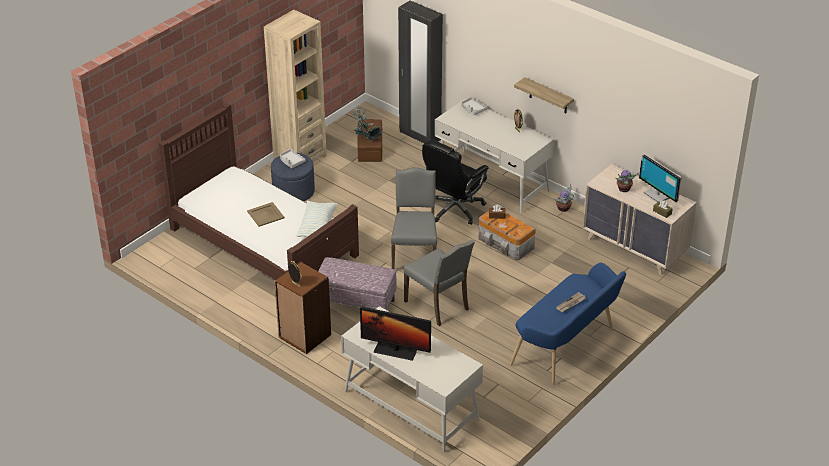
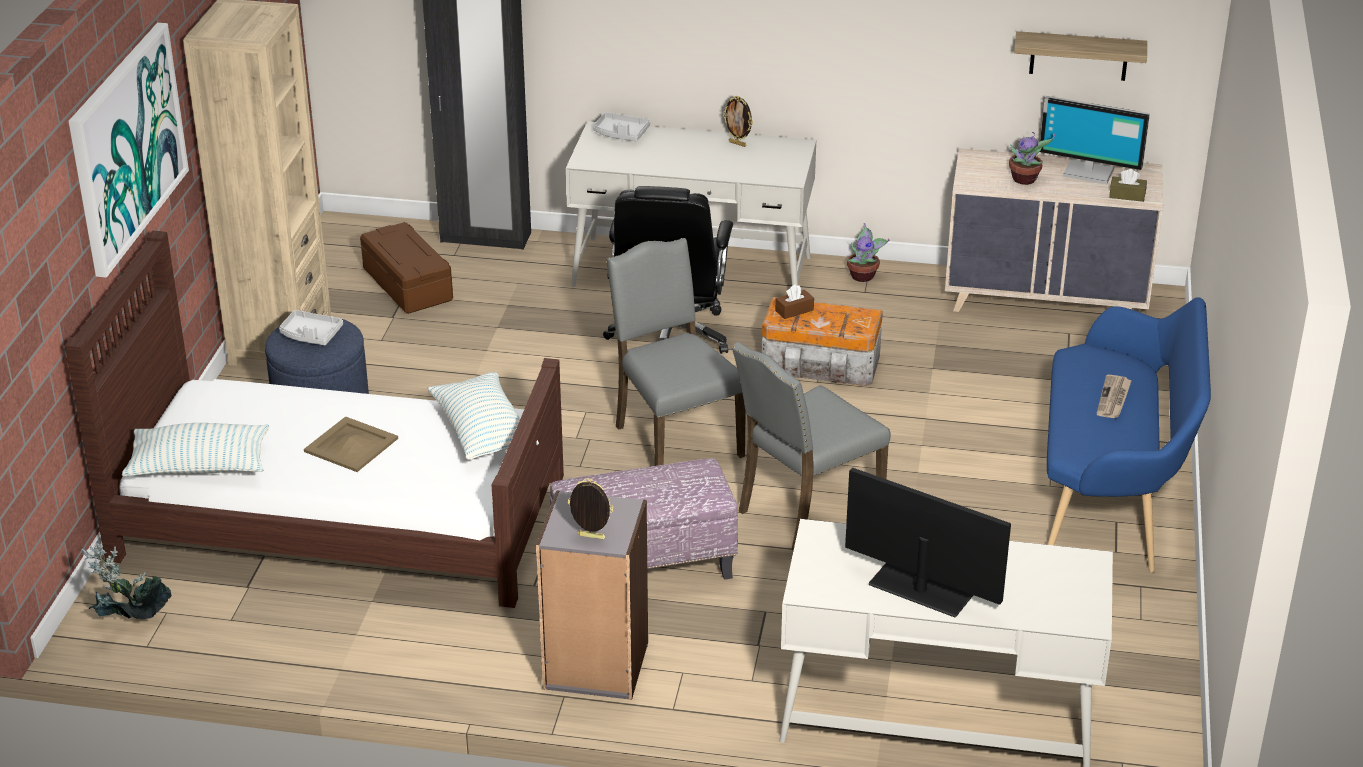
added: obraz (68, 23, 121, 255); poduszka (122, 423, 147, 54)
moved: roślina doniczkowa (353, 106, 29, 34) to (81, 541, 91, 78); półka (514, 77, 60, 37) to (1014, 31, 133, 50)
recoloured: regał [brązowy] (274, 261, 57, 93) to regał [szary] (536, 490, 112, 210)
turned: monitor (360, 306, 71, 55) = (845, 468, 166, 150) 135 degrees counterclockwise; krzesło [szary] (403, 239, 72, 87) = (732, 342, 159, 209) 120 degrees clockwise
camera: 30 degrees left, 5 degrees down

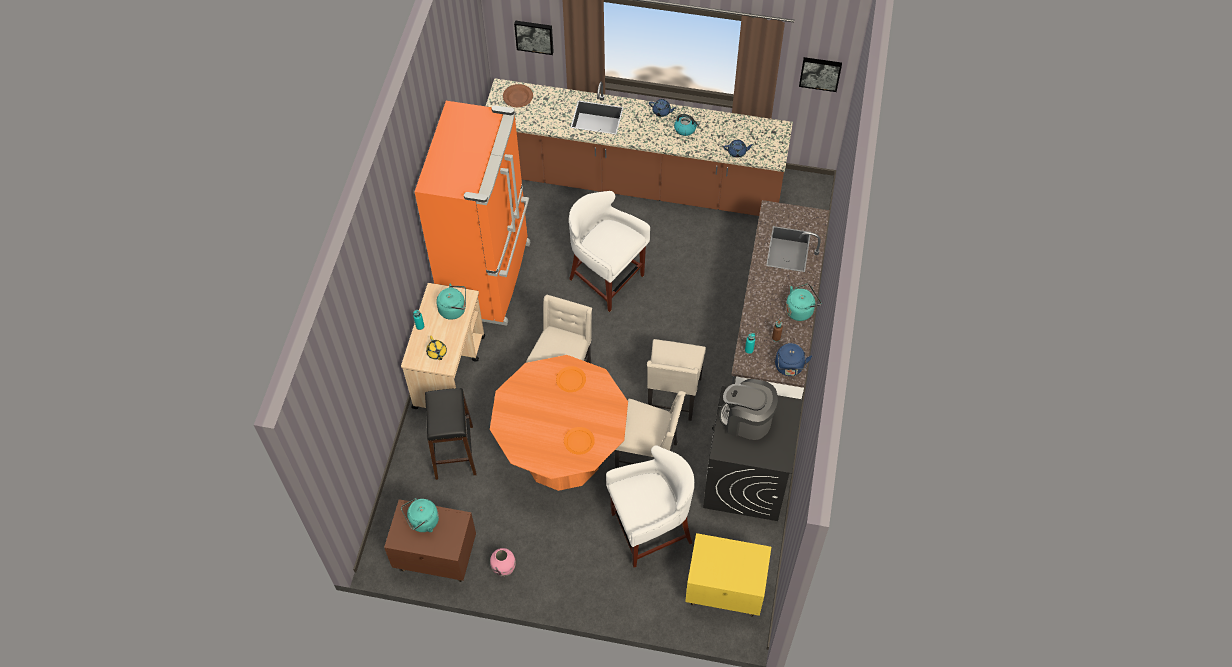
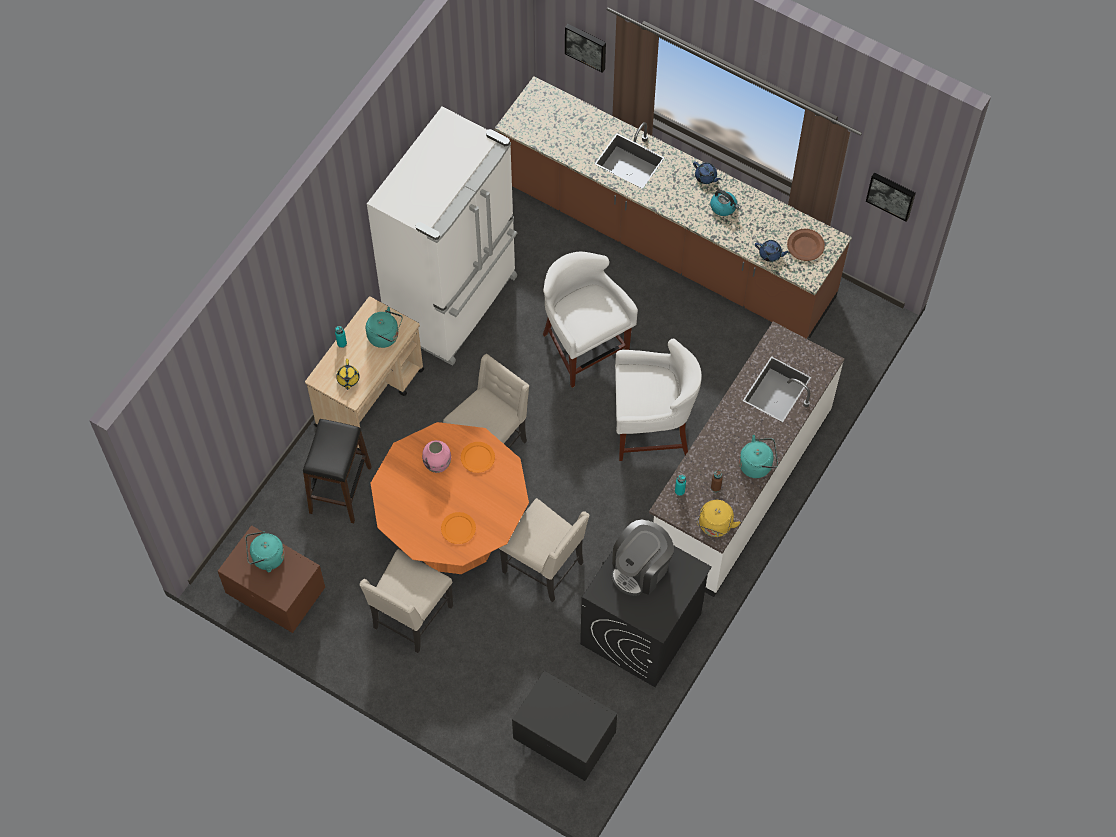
moved: wazon [różowy] (490, 548, 26, 29) to (422, 440, 29, 33); talerz [brązowy] (503, 84, 30, 23) to (787, 229, 38, 32); stołek [biały] (606, 445, 89, 123) to (615, 339, 87, 122); krzesło [beżowy] (647, 339, 59, 82) to (360, 549, 93, 104)
recoloured: lodówka [pomarańczowy] (415, 101, 115, 225) to lodówka [biały] (367, 106, 150, 260); szafka nocna [żółty] (685, 533, 86, 84) to szafka nocna [czarny] (512, 671, 105, 110); czajnik [niebieski] (775, 343, 37, 33) to czajnik [żółty] (696, 500, 45, 37)
turned: ekspres do kawy (719, 379, 59, 61) = (612, 519, 62, 77) 90 degrees counterclockwise
camera: 20 degrees right, 5 degrees up

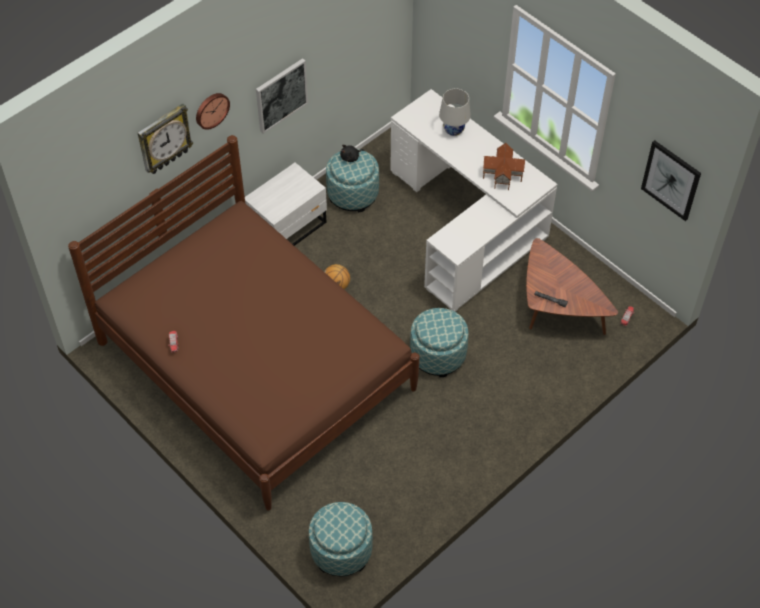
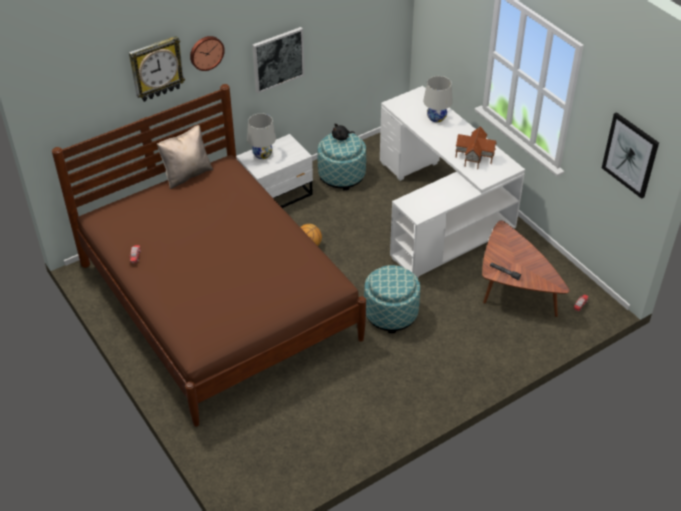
removed: pufa (309, 502, 64, 74)
added: poduszka [beżowy] (157, 125, 56, 64); lampa stołowa [biały] (247, 113, 29, 46)
camera: 10 degrees right, 10 degrees down

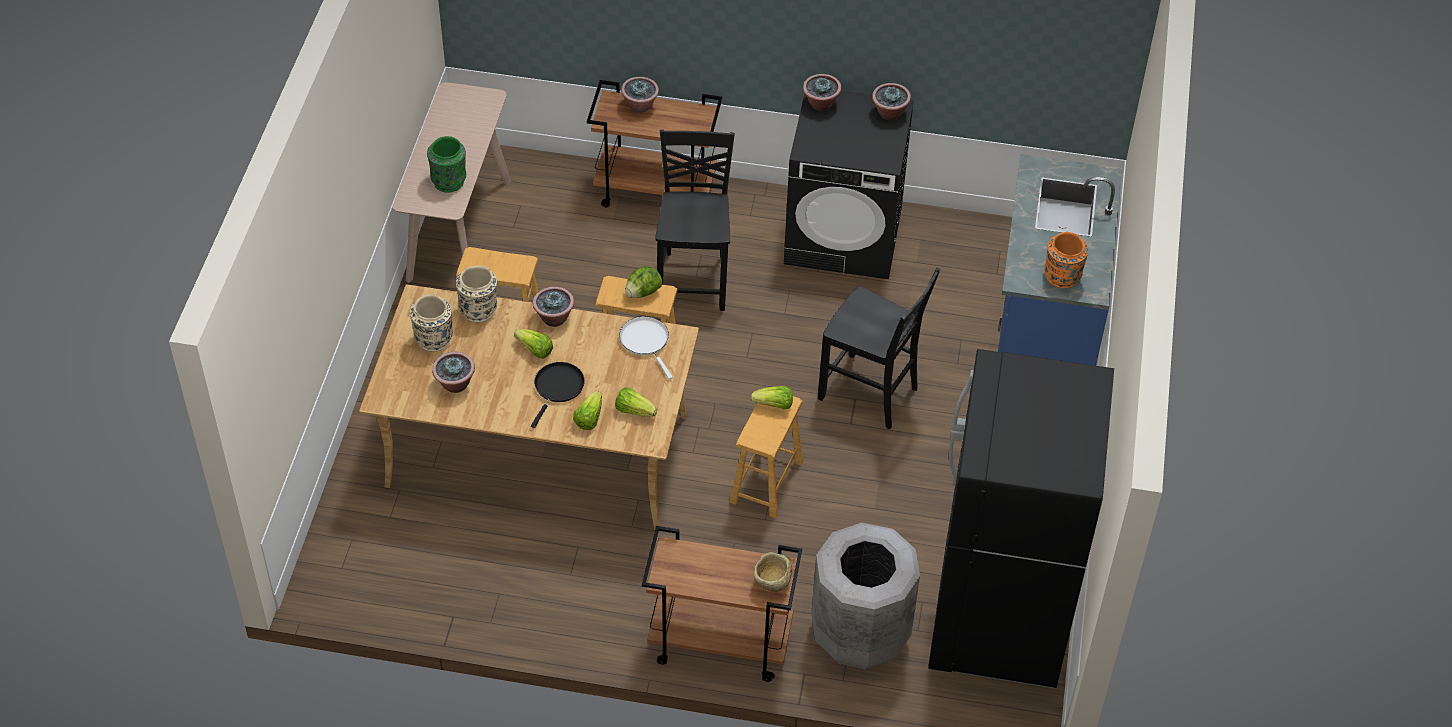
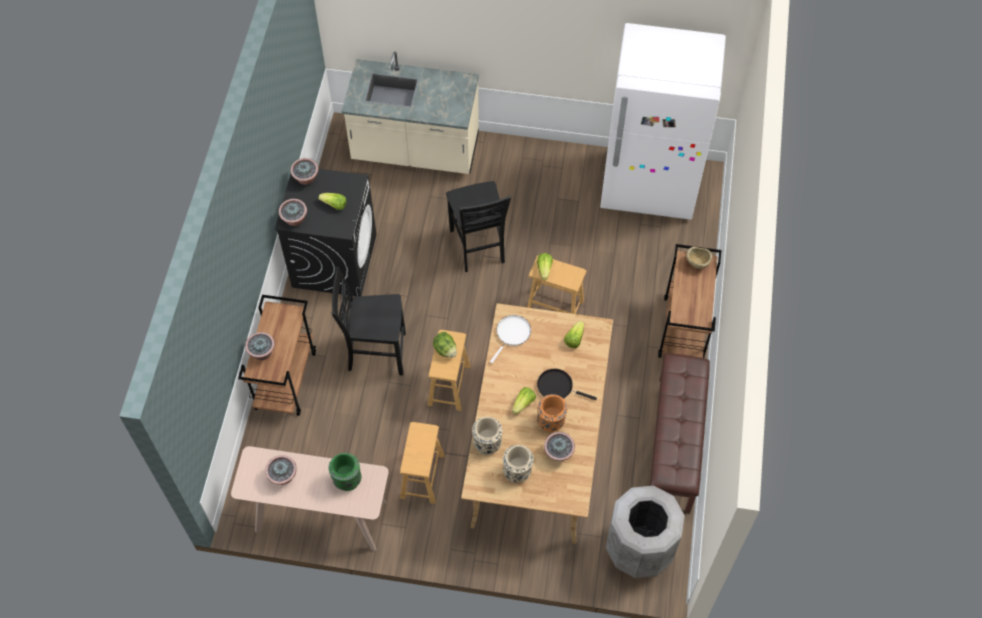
added: ławka [brązowy] (650, 354, 60, 159)
moved: roślina doniczkowa (533, 287, 41, 40) to (265, 455, 32, 30); sałata (573, 391, 29, 39) to (318, 193, 29, 17); kosz na śmieci [szary] (811, 523, 109, 147) to (606, 486, 79, 92); wazon [pomarańczowy] (1044, 232, 44, 56) to (537, 394, 31, 38)
recoloured: lodówka [czarny] (928, 349, 186, 339) to lodówka [biały] (600, 23, 126, 197); zabudowa kuchenna [niebieski] (998, 154, 124, 212) to zabudowa kuchenna [beżowy] (341, 52, 138, 122)
turned: patelnia [biały] (619, 317, 54, 62) = (490, 315, 41, 48) 150 degrees clockwise; krzesło [czarny] (818, 267, 122, 162) = (446, 181, 65, 91) 135 degrees clockwise
camera: 90 degrees left, 10 degrees up

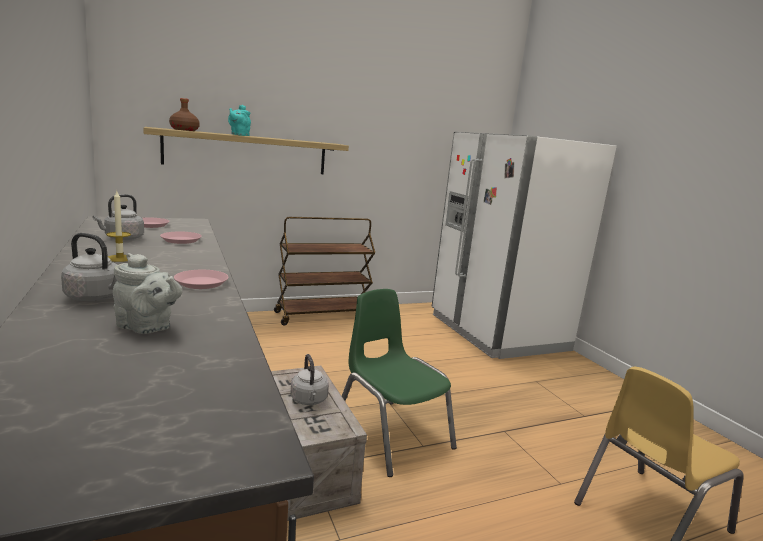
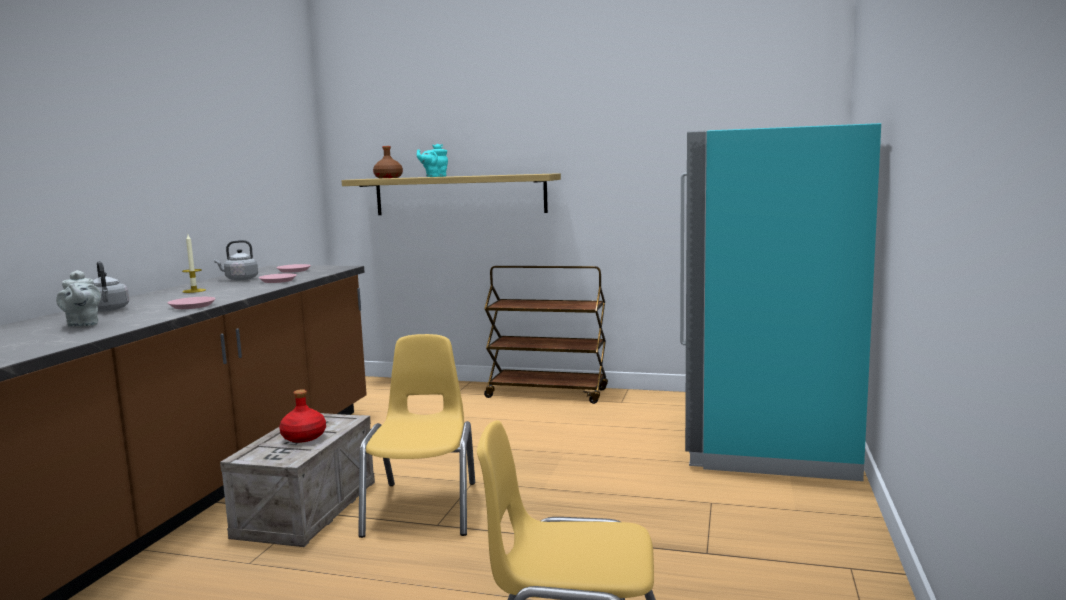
replaced: czajnik [szary] (291, 354, 38, 51) to butelka [czerwony] (279, 389, 47, 54)
recoloured: krzesło [zielony] (342, 289, 115, 188) to krzesło [żółty] (358, 334, 117, 204); lodówka [biały] (432, 132, 185, 227) to lodówka [turkusowy] (680, 123, 201, 358)
camera: 40 degrees right, 5 degrees down

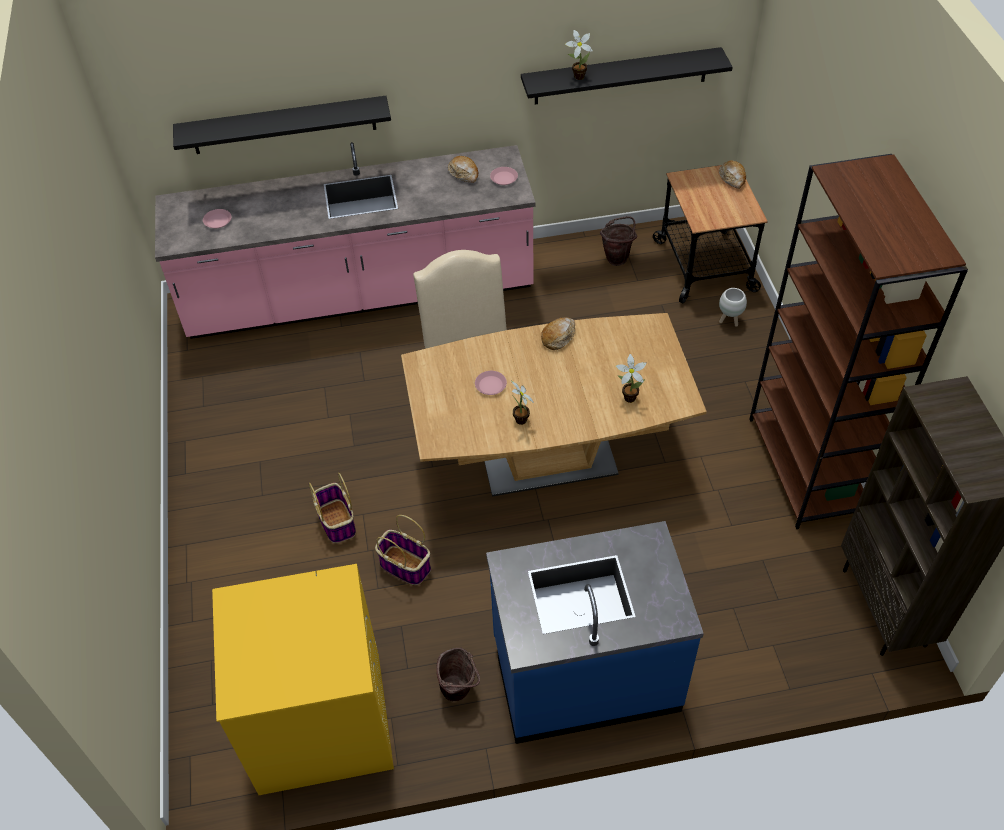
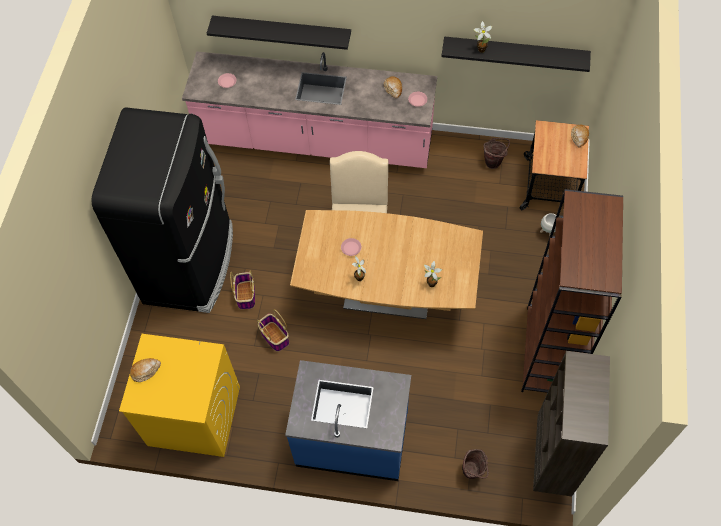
added: lodówka [czarny] (91, 107, 142, 206)
moved: wiadro [brązowy] (436, 648, 44, 53) to (462, 449, 27, 30); chleb (541, 317, 34, 33) to (130, 358, 31, 24)
camera: 20 degrees right, 10 degrees up

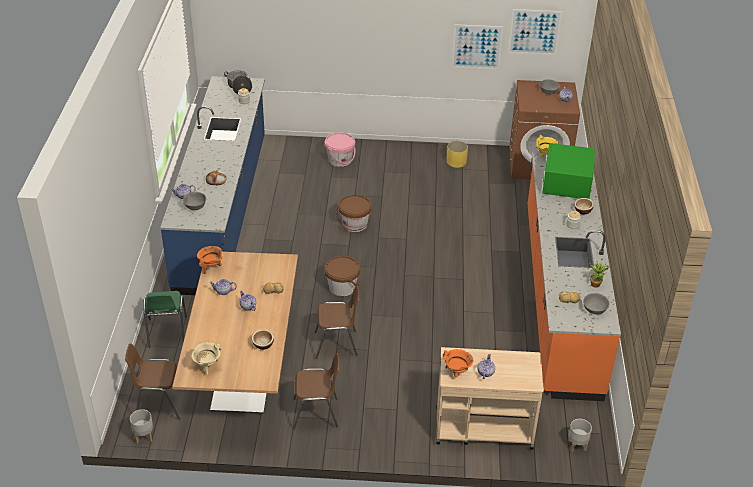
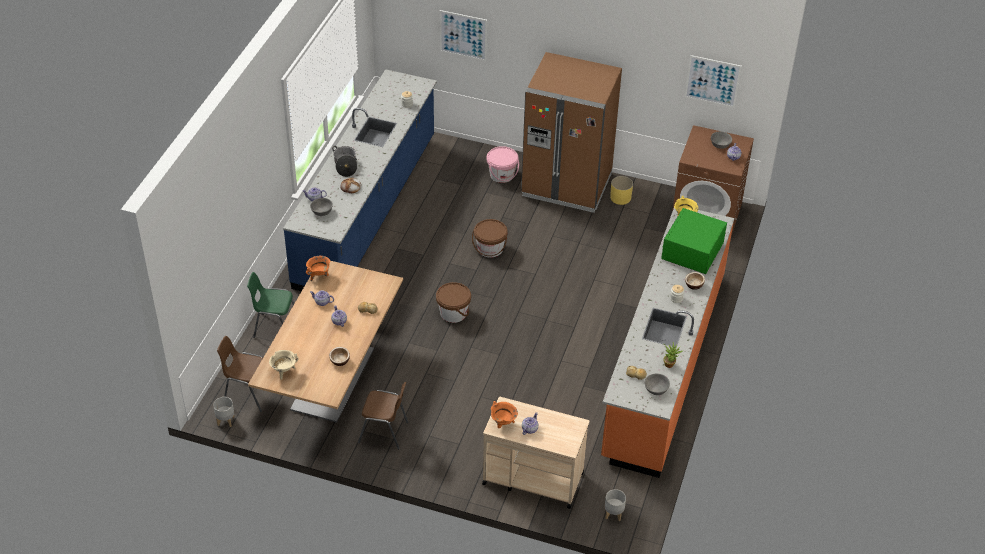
removed: krzesło [brązowy] (315, 286, 44, 73)
added: lodówka [brązowy] (521, 52, 101, 161)
moved: garnek (224, 70, 28, 24) to (332, 146, 25, 31); obraz (452, 24, 51, 45) to (440, 10, 47, 51)
turned: krzesło [zielony] (143, 291, 44, 57) = (247, 272, 47, 66) 90 degrees clockwise
camera: 15 degrees right, 5 degrees up

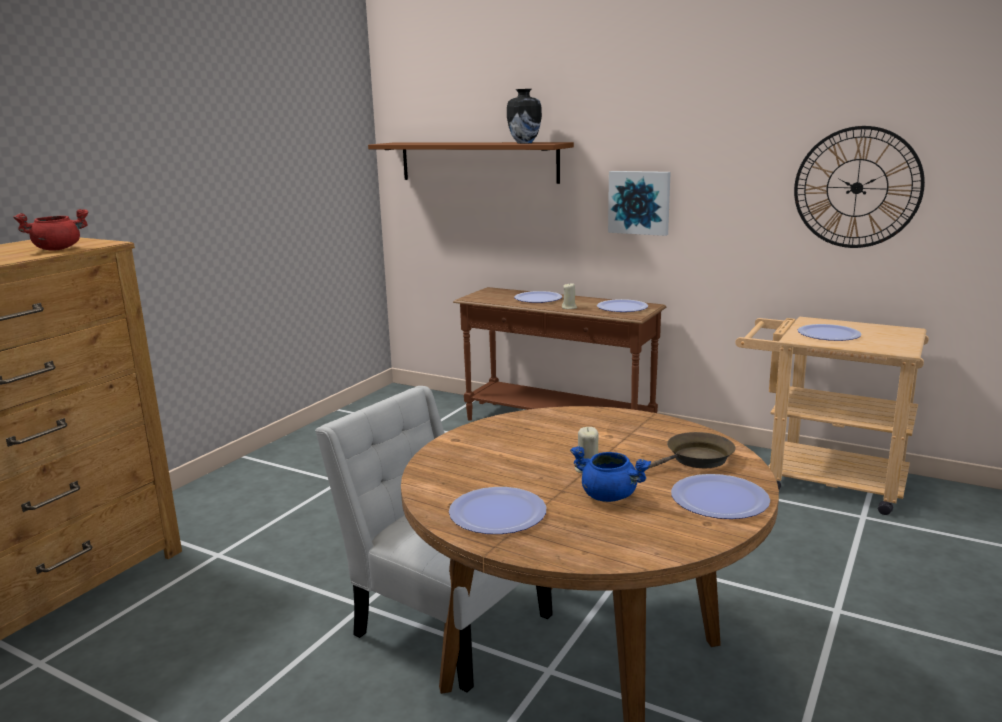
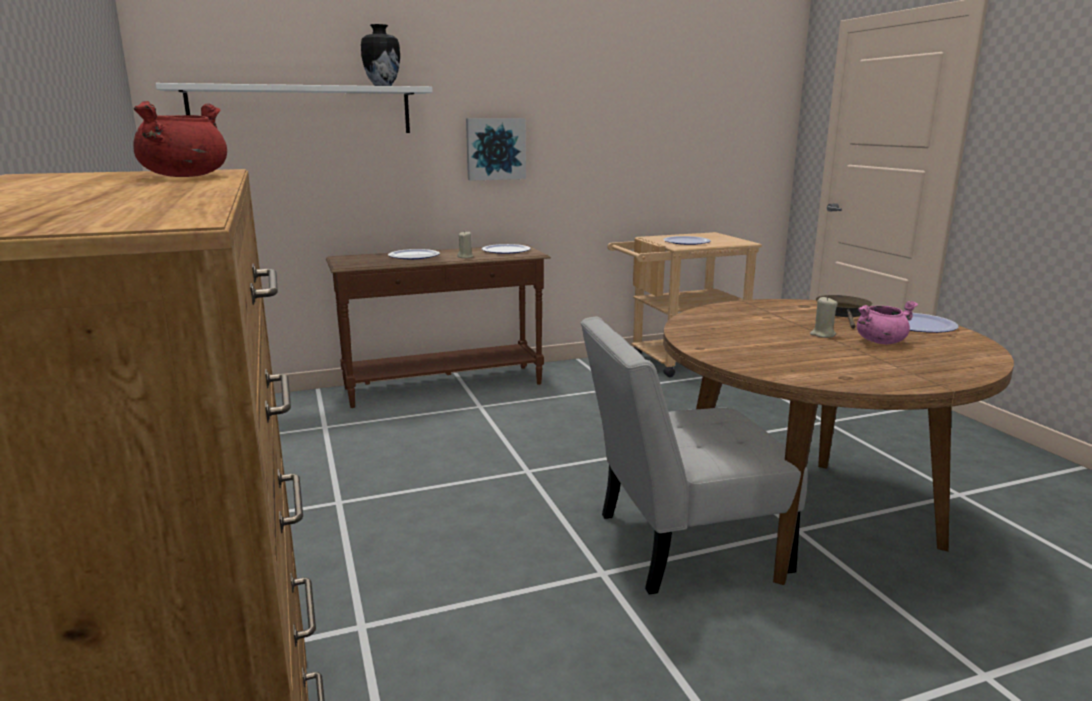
removed: talerz (449, 487, 97, 47); zegar ścienny (794, 126, 131, 122)
recoloured: półka [brązowy] (368, 142, 206, 42) to półka [biały] (155, 83, 278, 50); garnek [niebieski] (570, 446, 81, 56) to garnek [różowy] (857, 301, 61, 43)
camera: 50 degrees left, 0 degrees up

